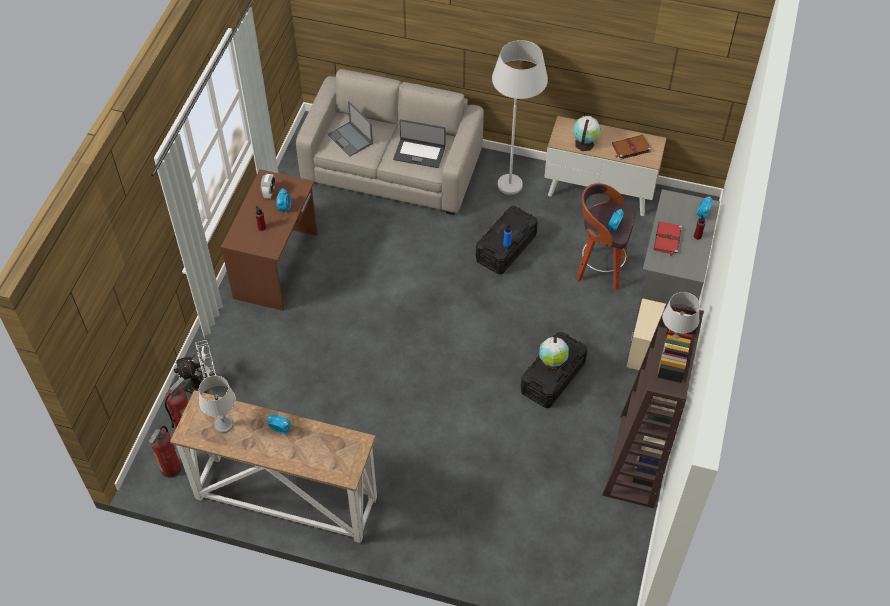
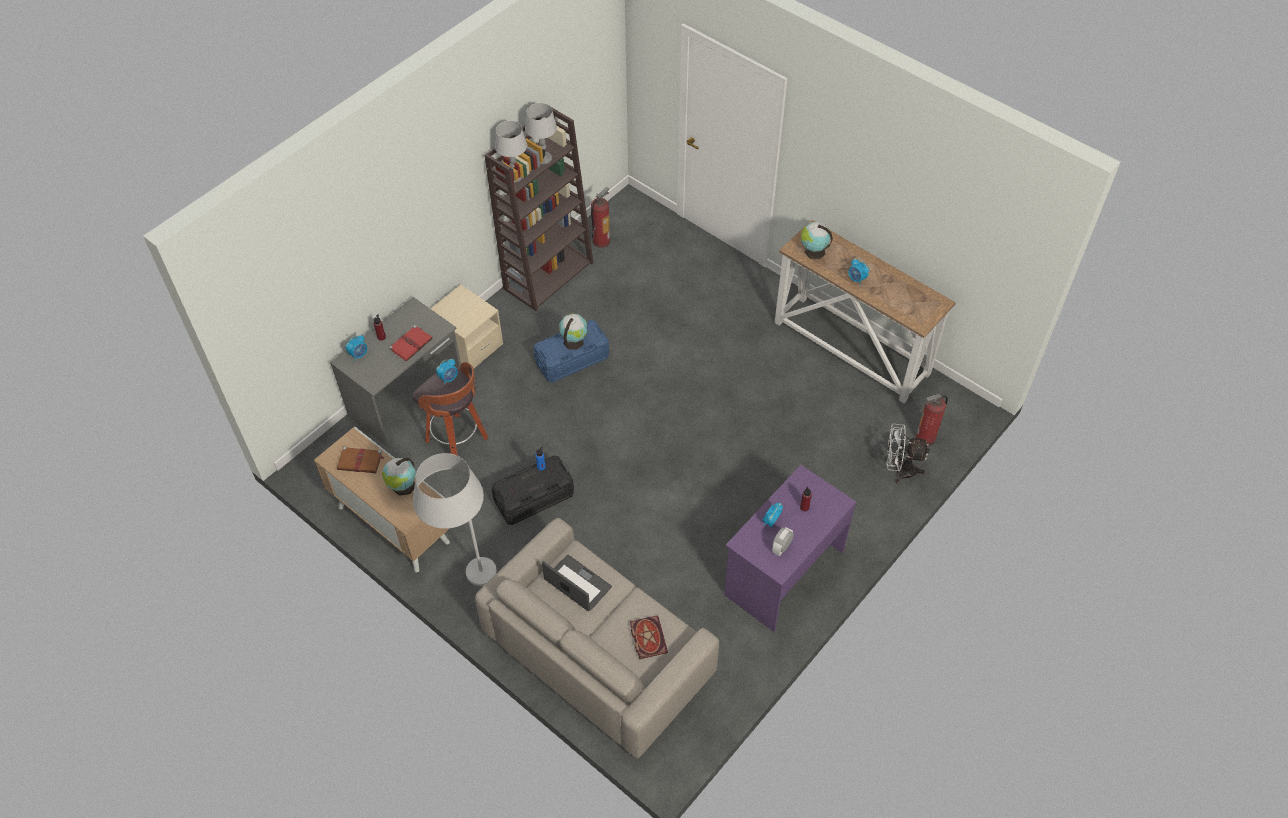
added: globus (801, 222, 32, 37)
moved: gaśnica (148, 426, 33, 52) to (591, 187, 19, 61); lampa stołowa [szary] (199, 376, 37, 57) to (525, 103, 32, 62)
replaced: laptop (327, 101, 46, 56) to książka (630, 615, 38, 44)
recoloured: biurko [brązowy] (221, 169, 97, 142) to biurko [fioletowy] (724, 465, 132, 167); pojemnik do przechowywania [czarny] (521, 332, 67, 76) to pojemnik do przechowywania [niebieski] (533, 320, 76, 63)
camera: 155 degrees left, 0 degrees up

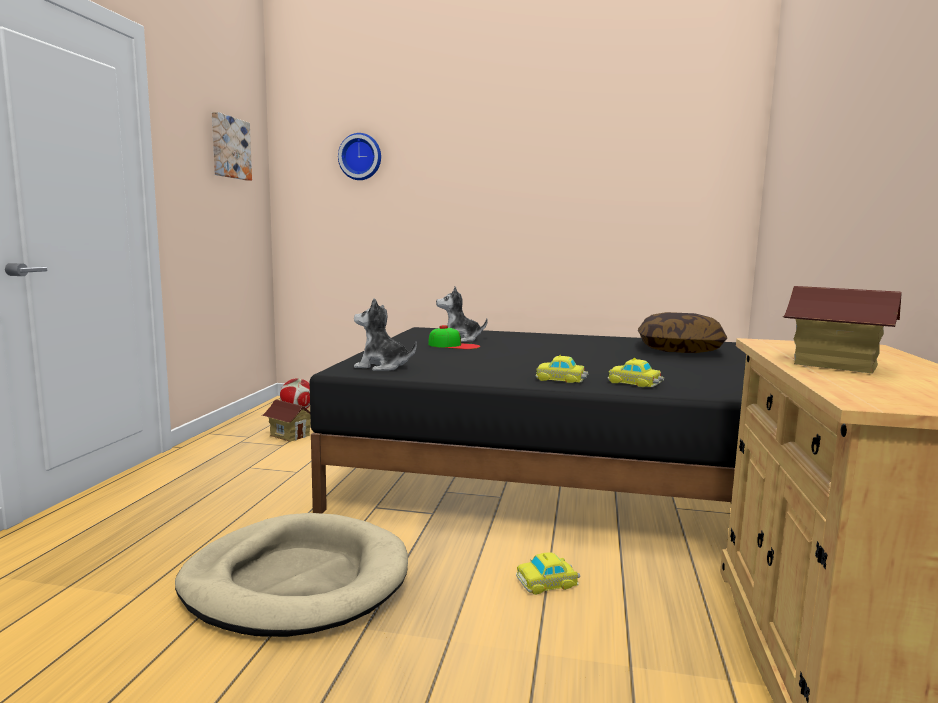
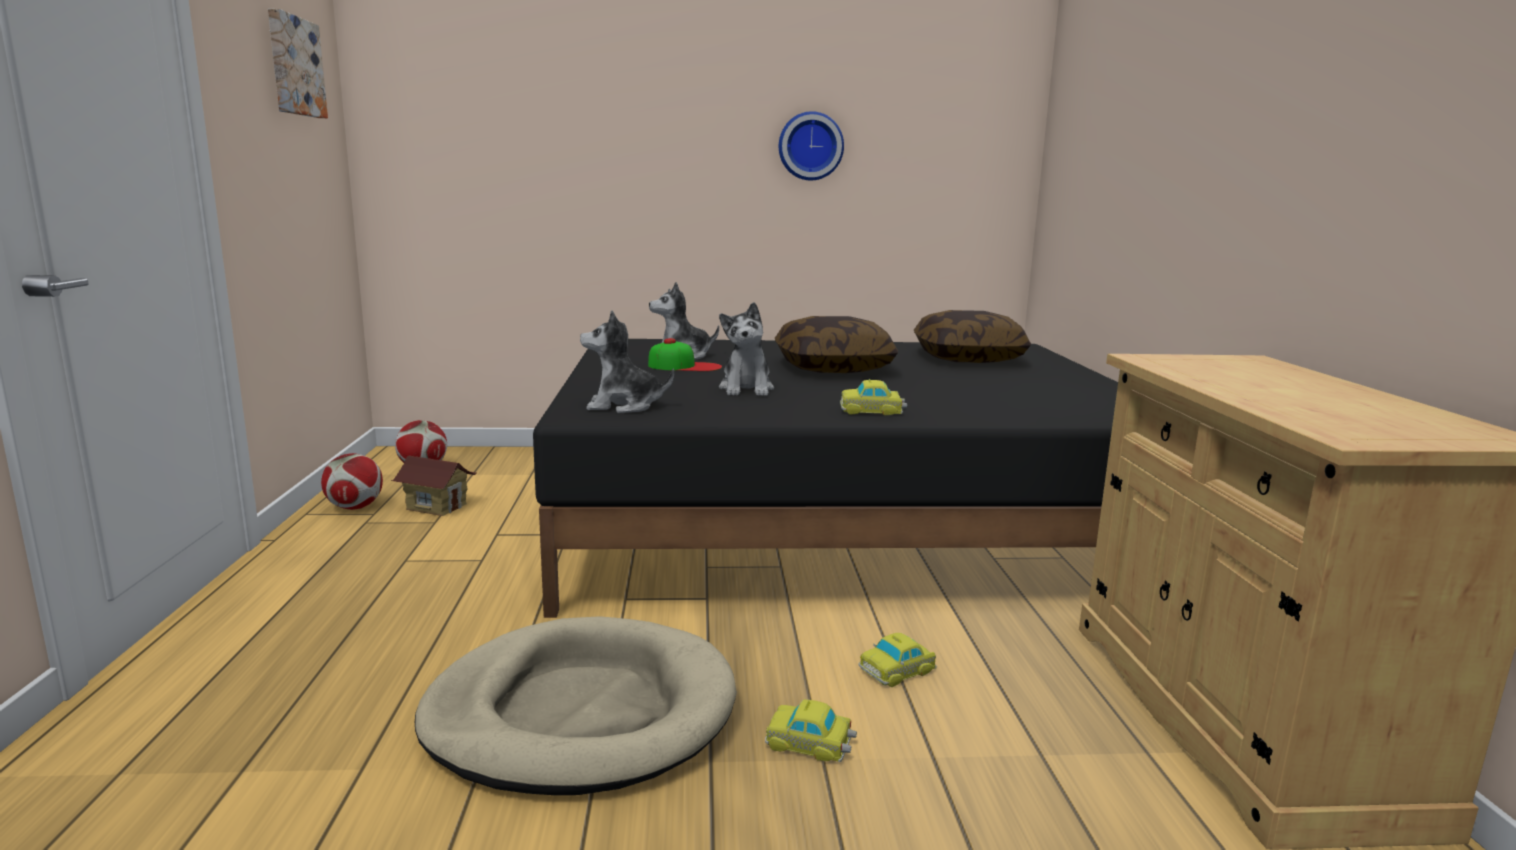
removed: domek (783, 286, 119, 88)
added: piłka futbolowa (321, 453, 62, 57); pluszak (719, 302, 55, 94); poduszka (775, 316, 123, 57)
moved: zegar ścienny (338, 133, 43, 47) to (779, 111, 65, 69); samochodzik (608, 358, 56, 29) to (765, 699, 92, 63)
camera: 15 degrees left, 5 degrees up

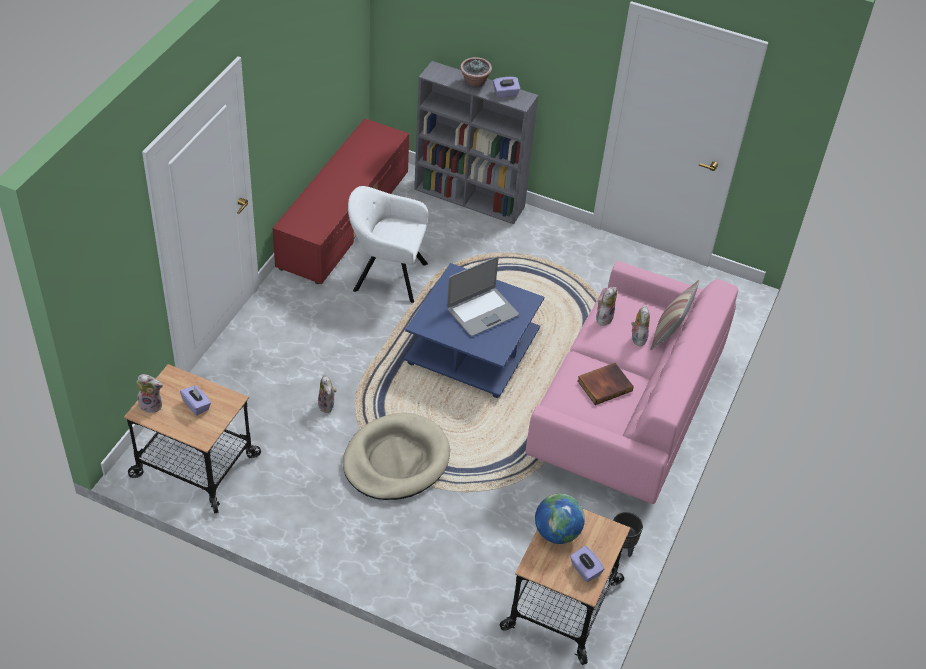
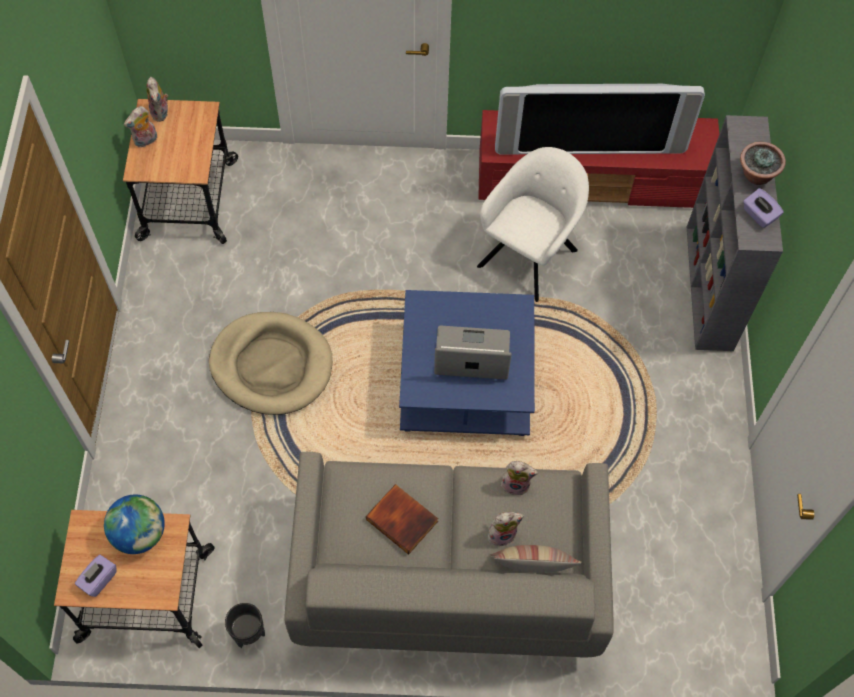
removed: pudełko chusteczek [fioletowy] (180, 385, 31, 31)
added: telewizor (495, 84, 210, 70)
moved: pluszak (318, 375, 19, 38) to (124, 106, 33, 41)
recoloured: kanapa [różowy] (526, 261, 212, 243) to kanapa [szary] (284, 452, 330, 205)
turned: fotel [biały] (348, 186, 80, 117) = (477, 147, 112, 155) 45 degrees clockwise; laptop (447, 257, 72, 79) = (434, 326, 78, 53) 150 degrees clockwise
camera: 70 degrees right, 15 degrees up

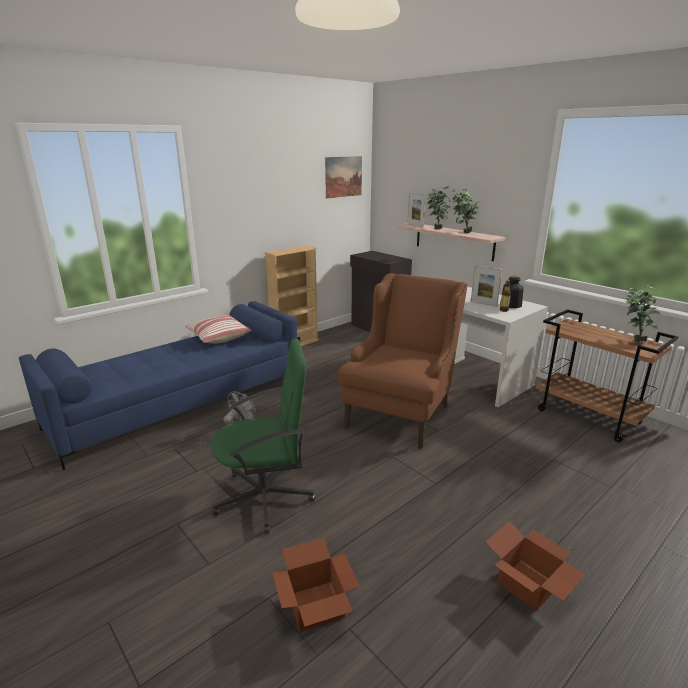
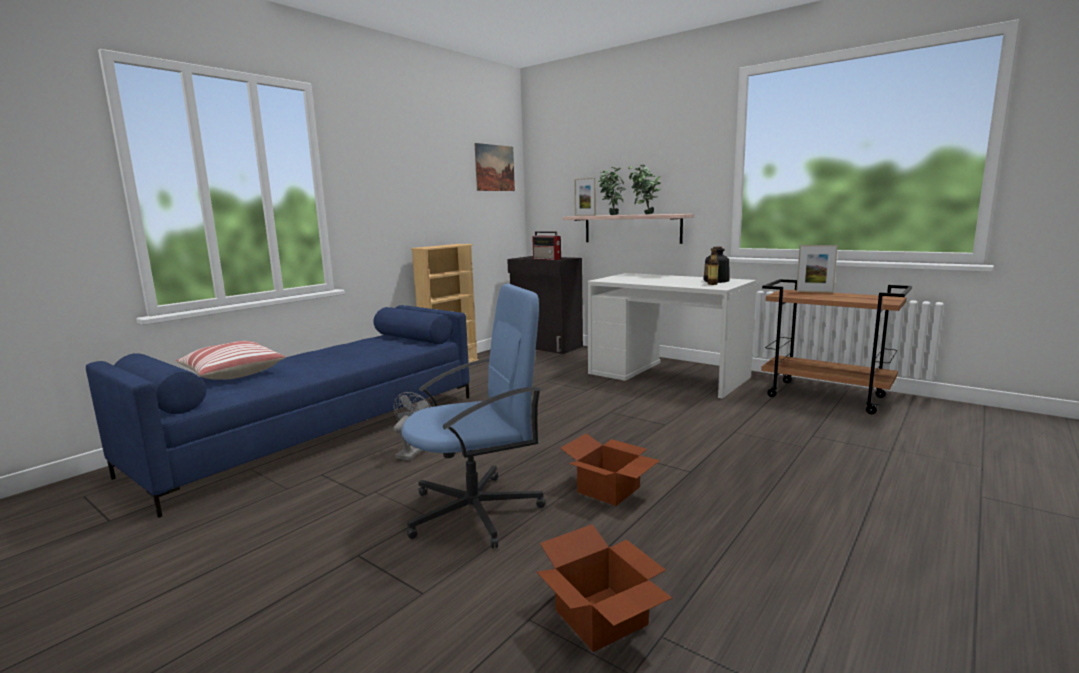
removed: fotel [brązowy] (338, 273, 130, 176); roślina doniczkowa (626, 284, 34, 58)
added: radio (532, 231, 29, 29)
moved: poduszka (185, 315, 66, 29) to (176, 341, 109, 39); ramka na zdjęcie (471, 265, 31, 42) to (796, 245, 42, 48); karton (485, 521, 101, 90) to (561, 433, 99, 73)
recoloured: krzesło biurowe [zielony] (210, 339, 105, 195) to krzesło biurowe [niebieski] (401, 284, 144, 264)
camera: 10 degrees left, 10 degrees down

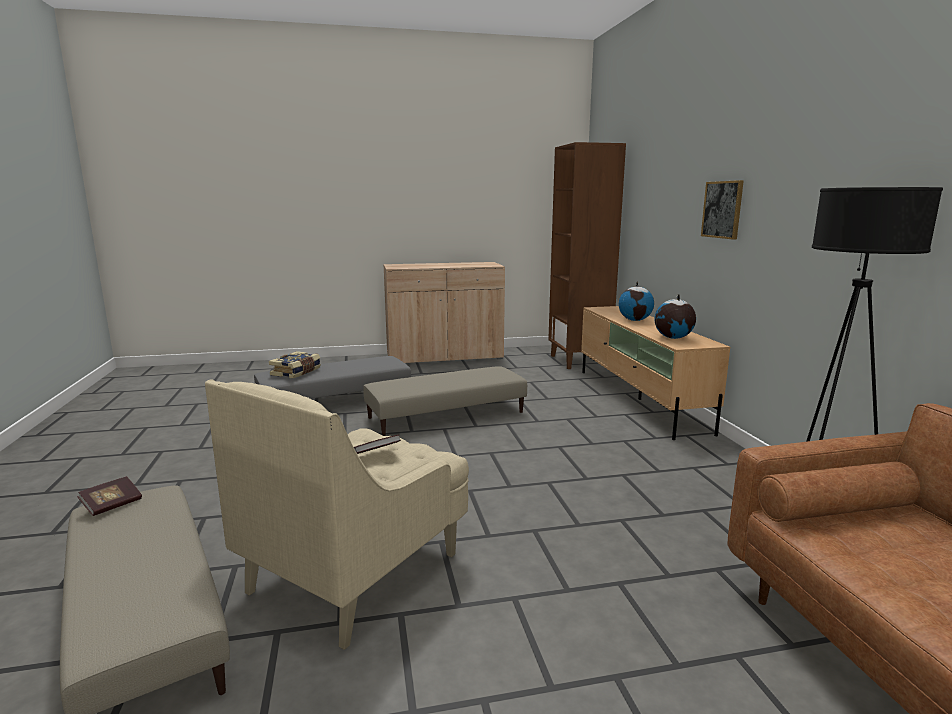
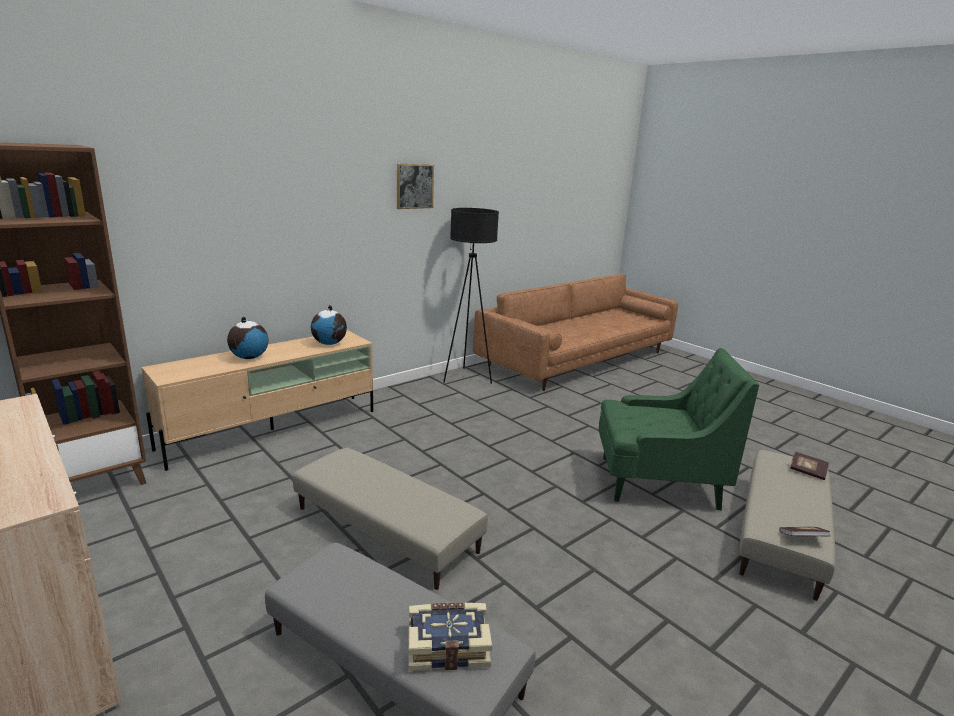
moved: książka (354, 435, 47, 19) to (790, 452, 39, 28); obraz (701, 180, 43, 60) to (397, 164, 37, 45)
recoloured: fotel [beżowy] (205, 379, 264, 271) to fotel [zielony] (599, 348, 160, 162)
camera: 120 degrees left, 5 degrees up

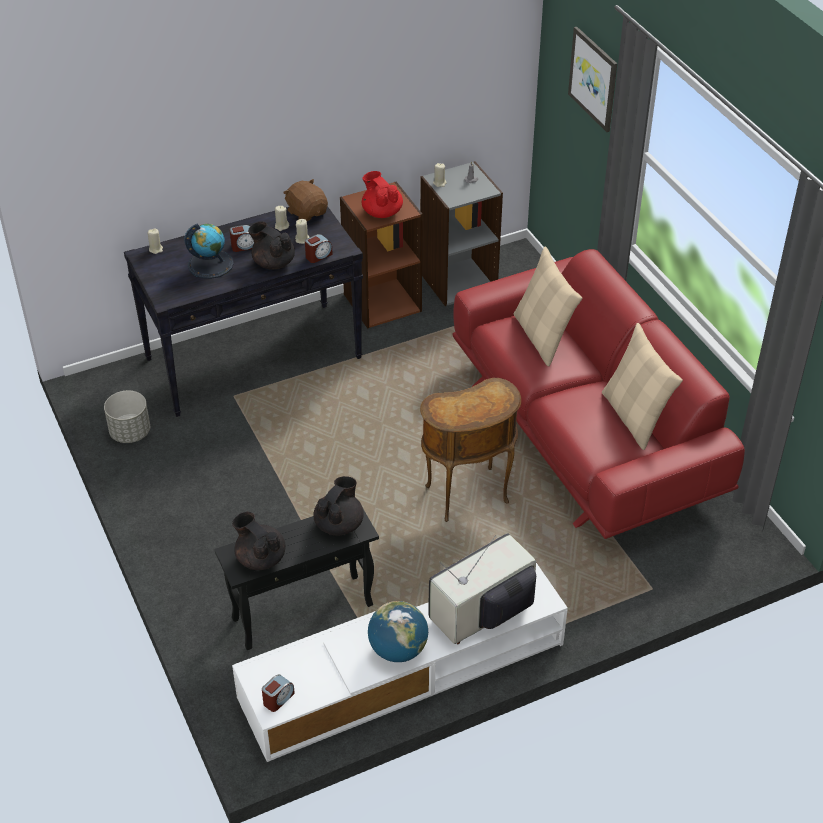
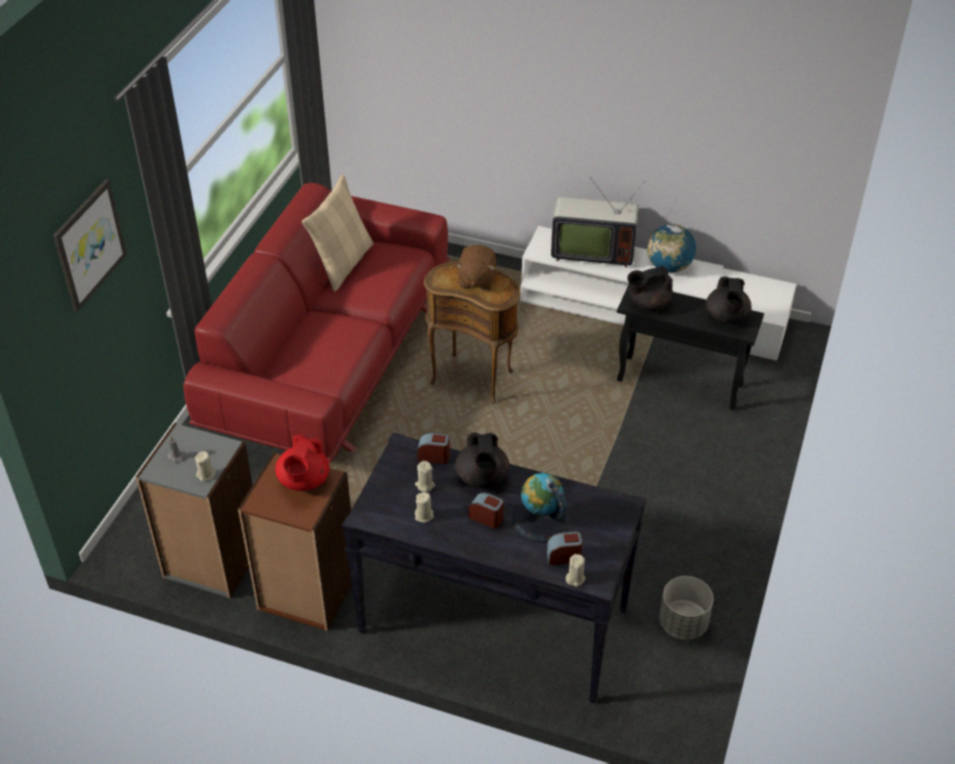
removed: poduszka [beżowy] (514, 246, 68, 120)
moved: budzik (262, 674, 33, 38) to (547, 531, 36, 34); pluszak [brązowy] (283, 179, 45, 42) to (455, 245, 41, 45)
camera: 135 degrees left, 0 degrees up

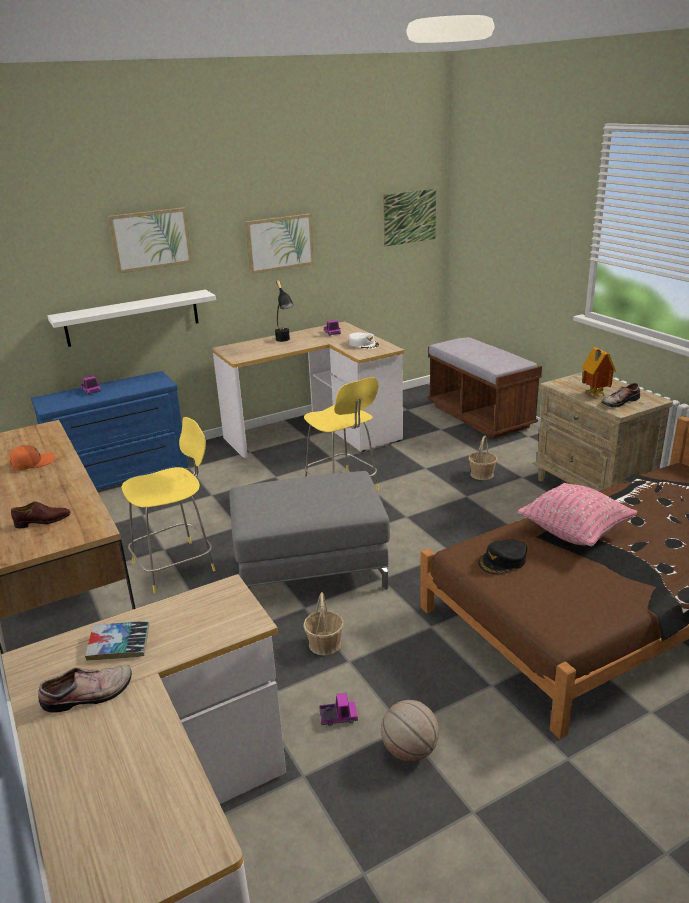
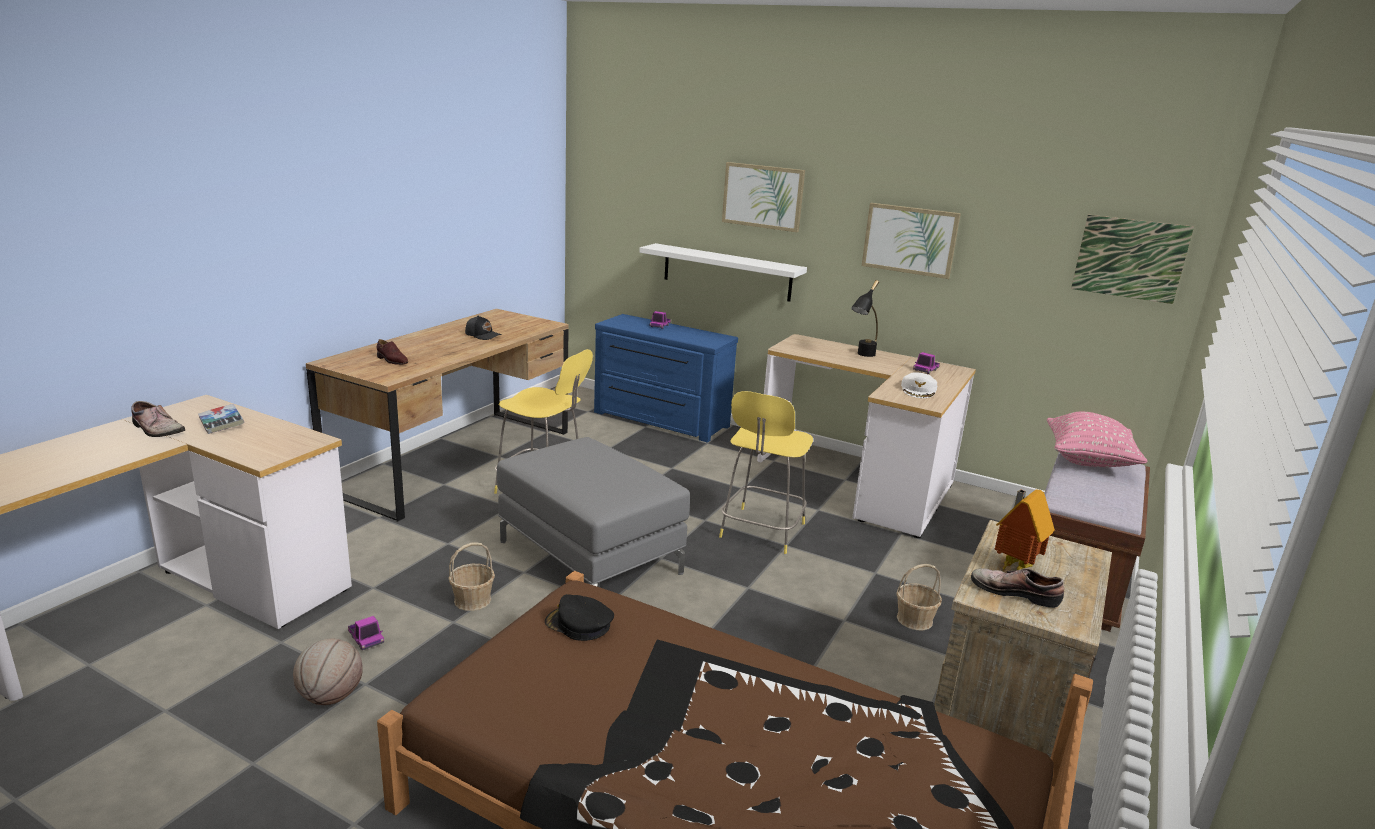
moved: poduszka [różowy] (517, 483, 120, 63) to (1047, 412, 101, 55)
recoloured: czapka z daszkiem [pomarańczowy] (10, 445, 45, 25) to czapka z daszkiem [czarny] (465, 316, 37, 24)
camera: 55 degrees right, 5 degrees down

